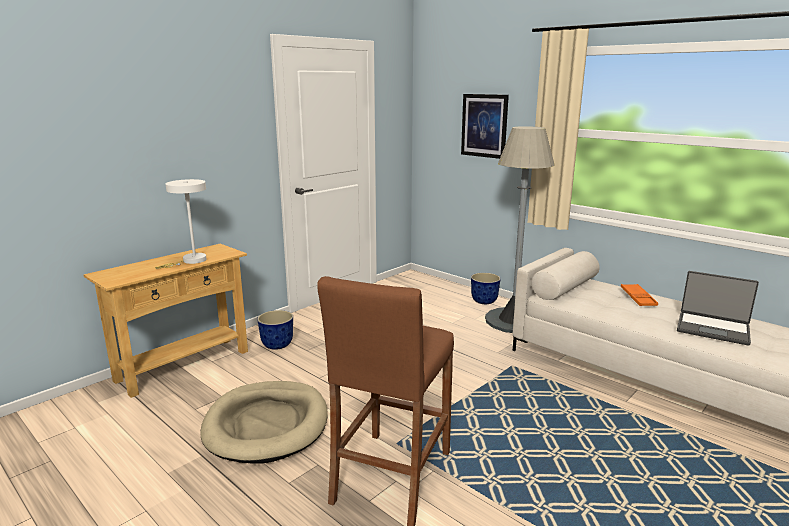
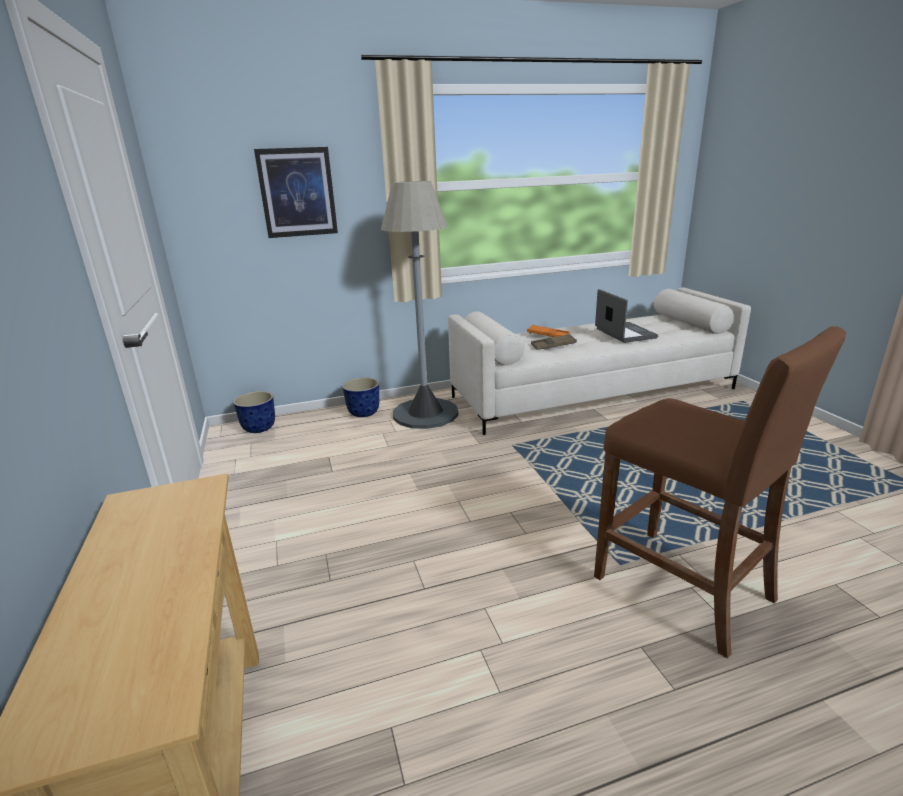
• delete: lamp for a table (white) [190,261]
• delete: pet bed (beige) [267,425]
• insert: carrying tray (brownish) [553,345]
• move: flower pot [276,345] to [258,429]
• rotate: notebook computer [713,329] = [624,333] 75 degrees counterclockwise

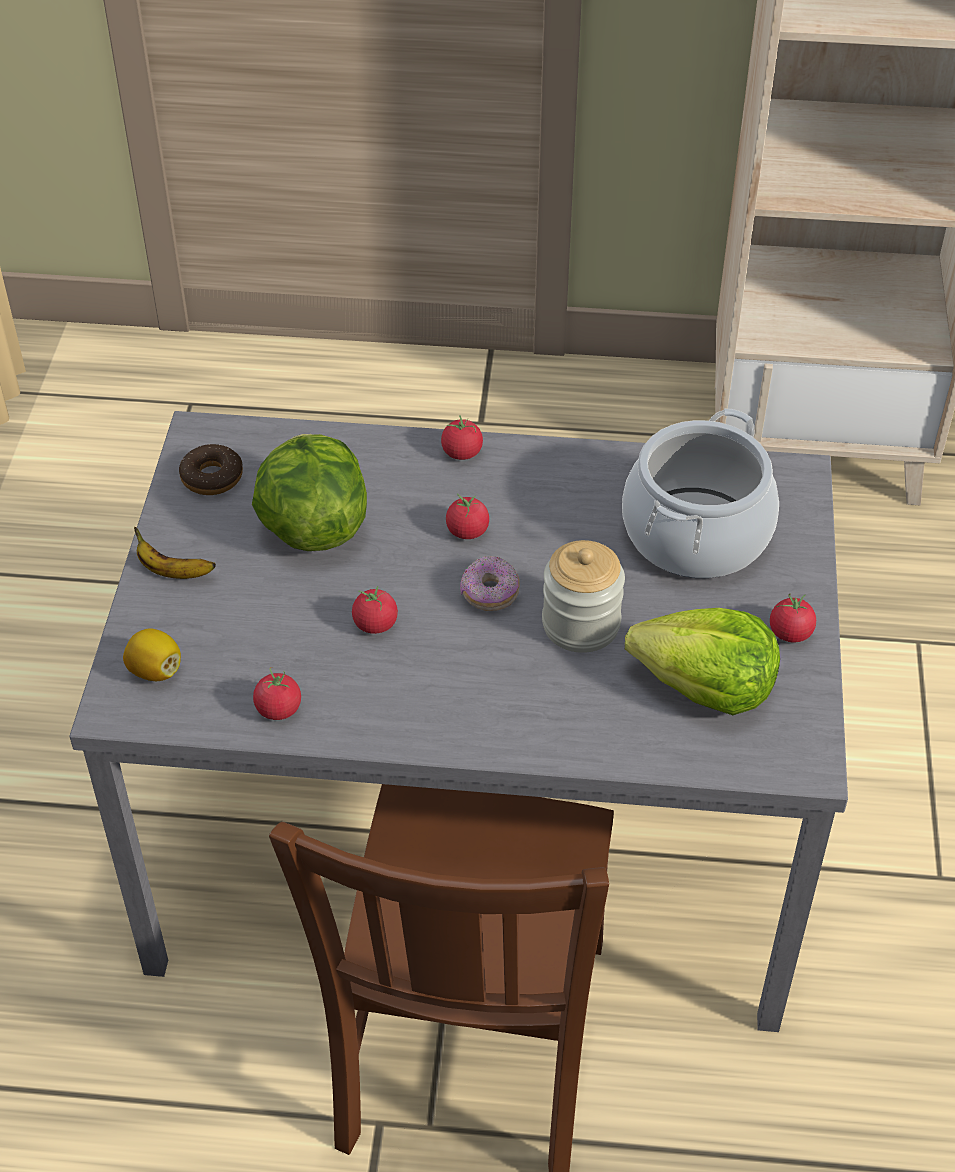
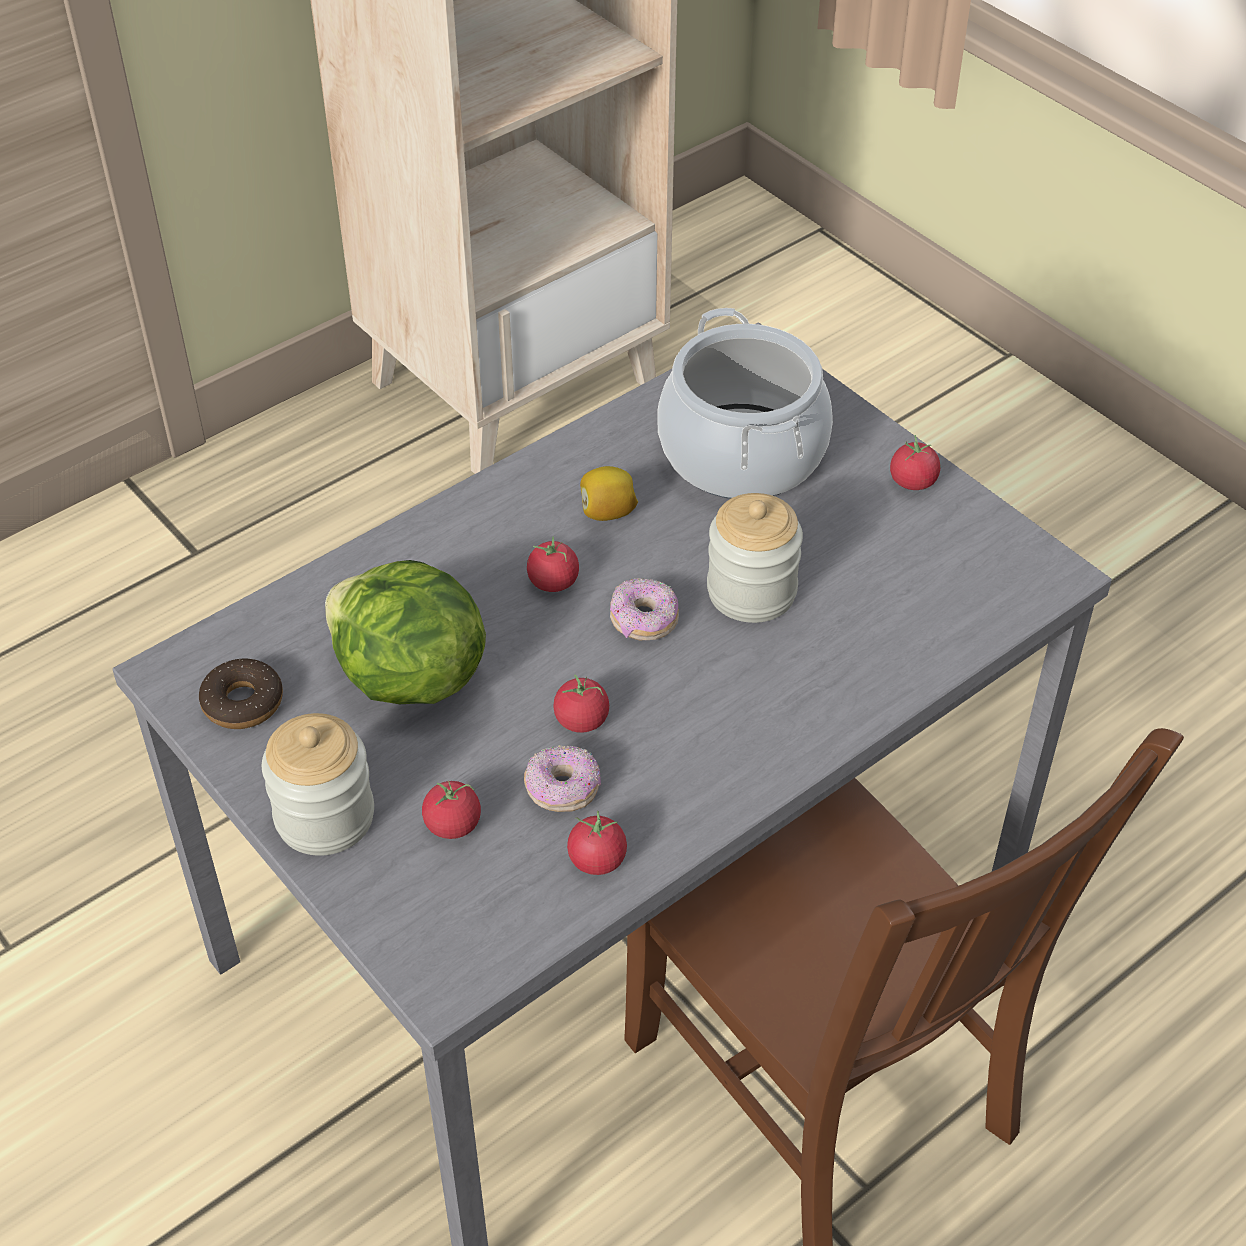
• delete: lettuce head [705,687]
• insert: ring doughnut [562,790]
• move: whole lemon [155,670] to [607,512]
• move: whole tomato [462,452] to [452,824]
• replace: whole banana [173,571] to jar [325,817]

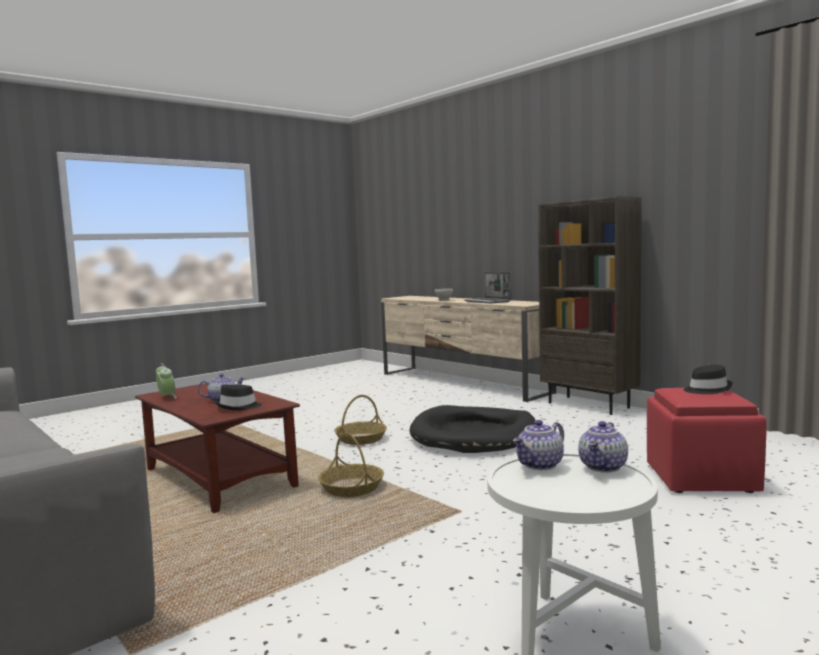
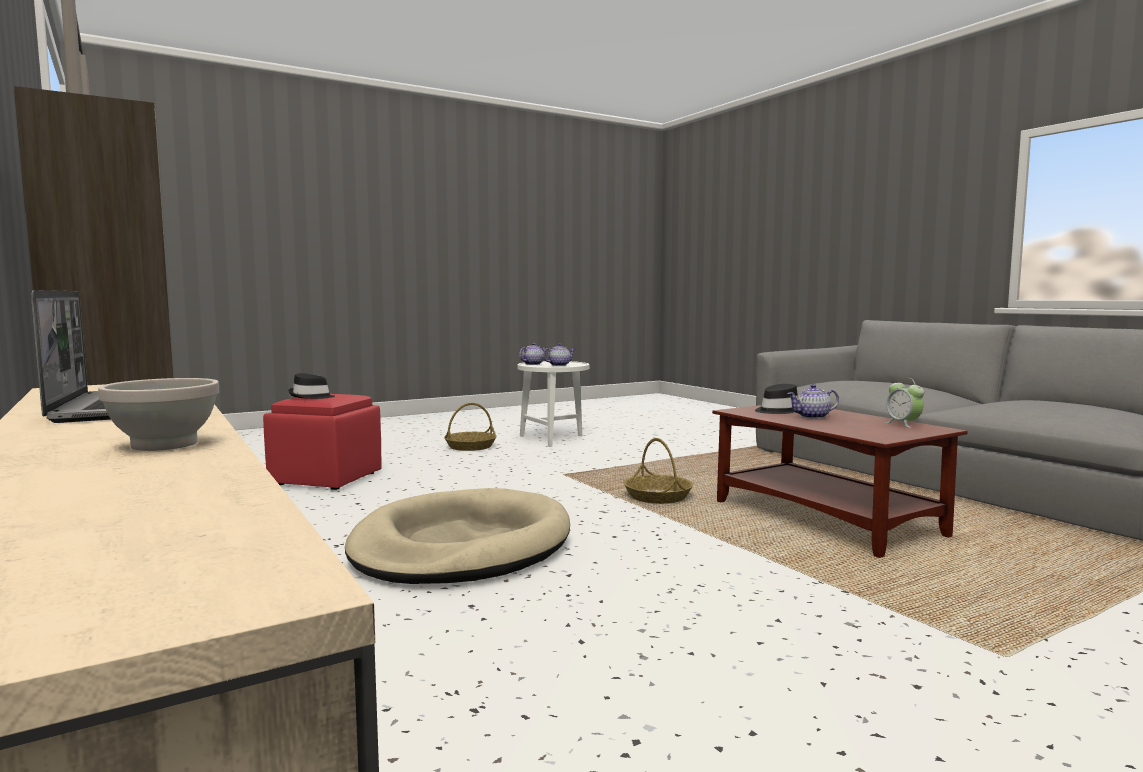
• move: basket [361,439] to [470,447]
• recolor: pet bed (black-coloured) [474,435] to pet bed (beige) [461,546]

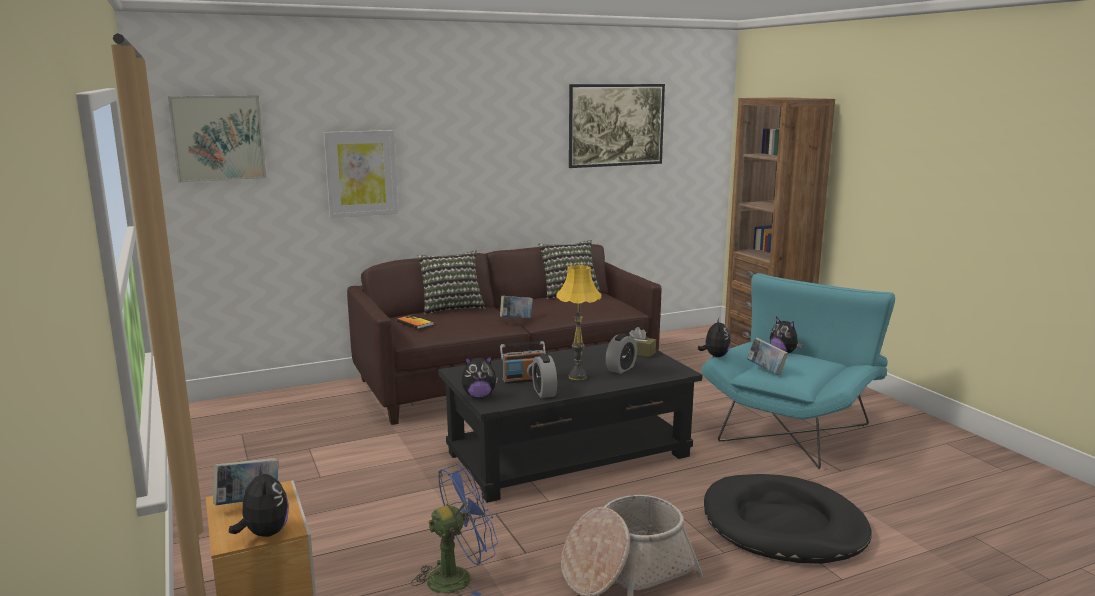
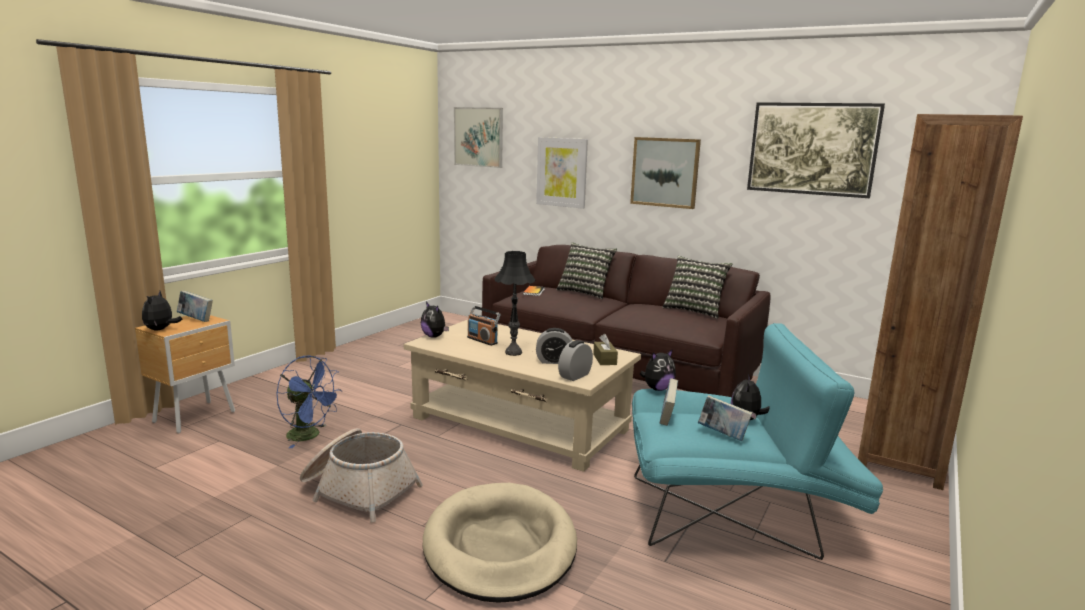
• insert: picture [665,172]
• move: volume [516,319] to [723,435]
• move: bedside clock [544,392] to [575,376]
• recolor: low table (black-coloured) [569,454] to low table (beige) [520,424]
• recolor: lamp for a table (yellow-coloured) [577,376] to lamp for a table (black-coloured) [513,352]
• recolor: pet bed (black-coloured) [783,525] to pet bed (beige) [500,546]
• rotate: cuddly toy [264,533] = [161,330] 150 degrees clockwise

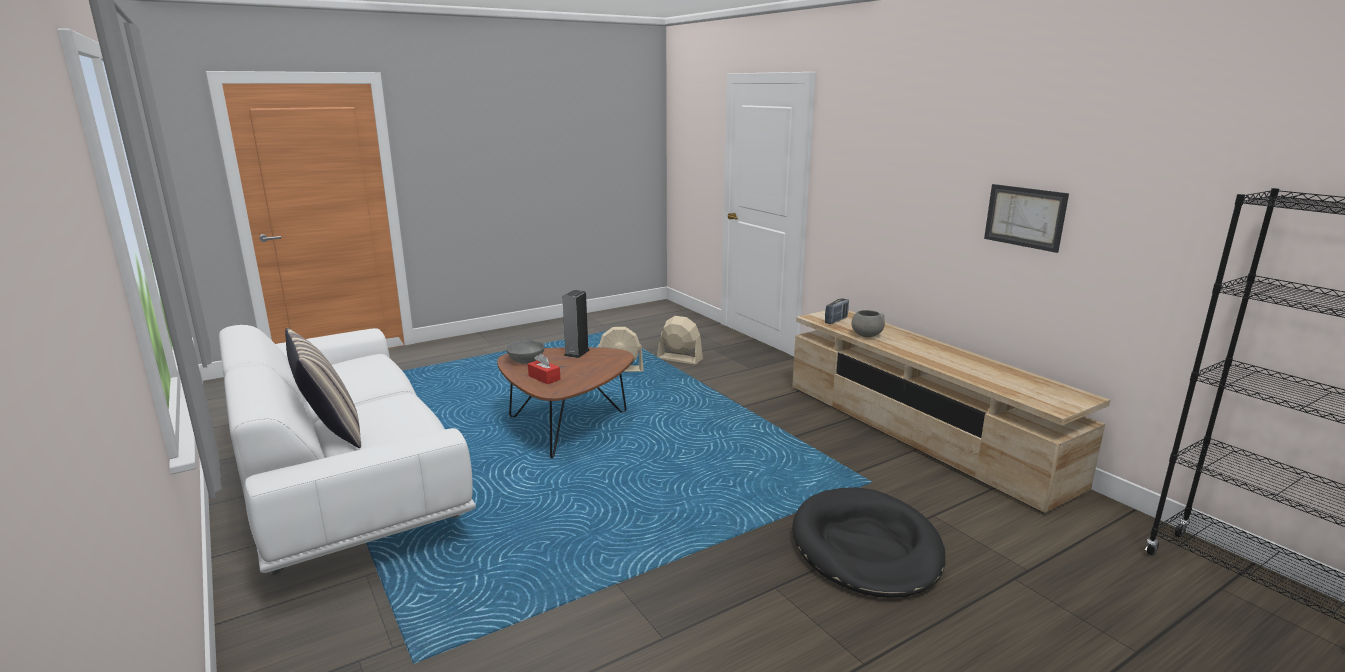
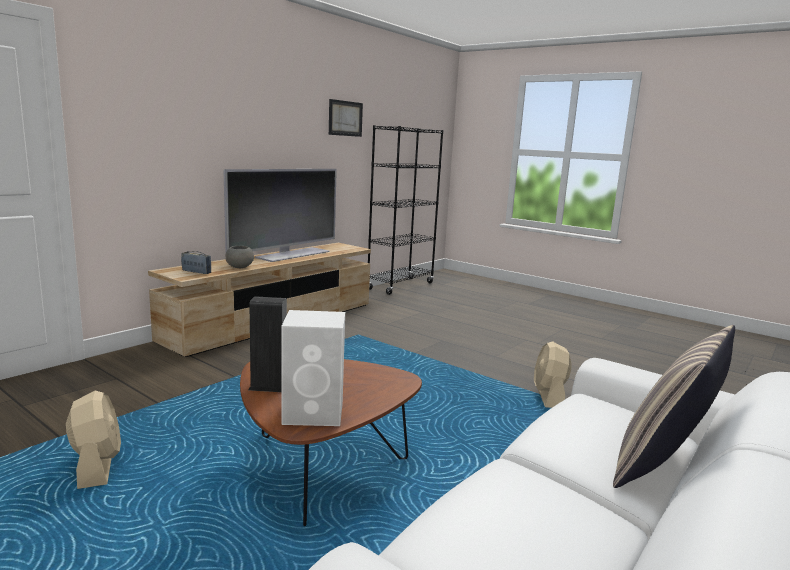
• delete: box of tissues (red) [544,378]
• delete: pet bed (black-coloured) [866,547]
• insert: television [292,254]
• move: fan (beige) [679,359] to [549,396]
• move: picture [1025,217] to [345,118]
• replace: deep dish (grey) [526,361] to loudspeaker (white) [315,413]

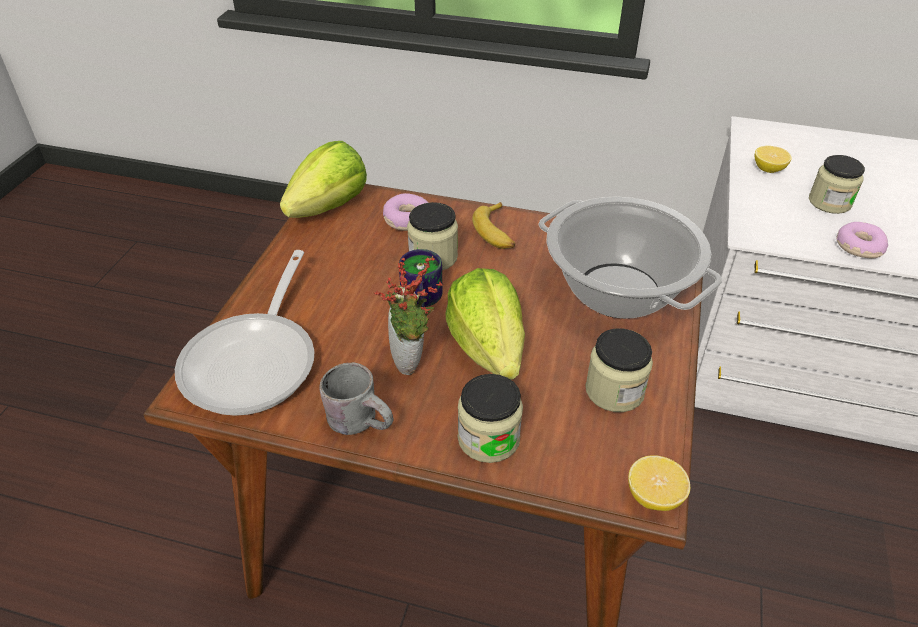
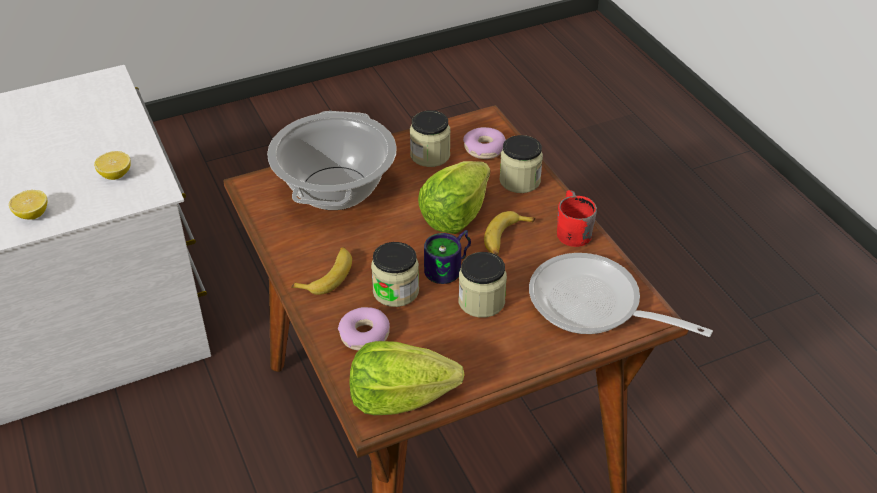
• move: whole lemon [654,496] to [115,175]
• move: jar [829,202] to [481,301]
• move: ring doughnut [858,246] to [484,149]
• replace: potted plant [412,362] to whole banana [505,239]
• recolor: coffee mug (grey) [363,419] to coffee mug (red) [569,231]
• rotate: pan [255,361] = [593,306] 120 degrees counterclockwise

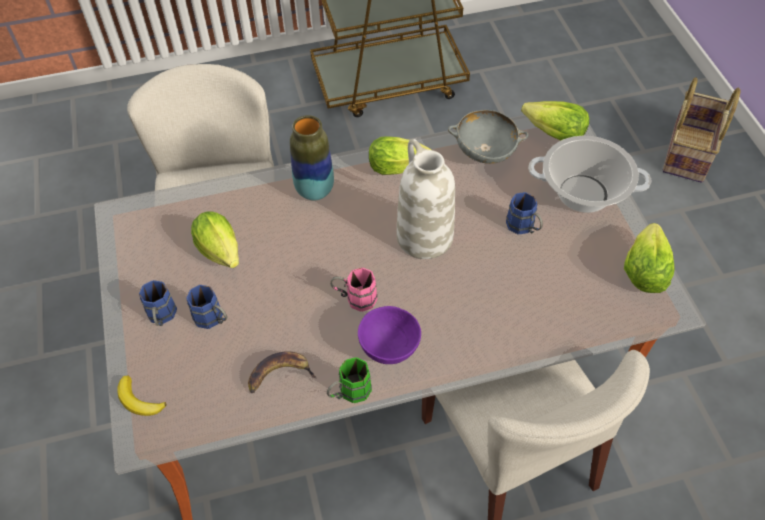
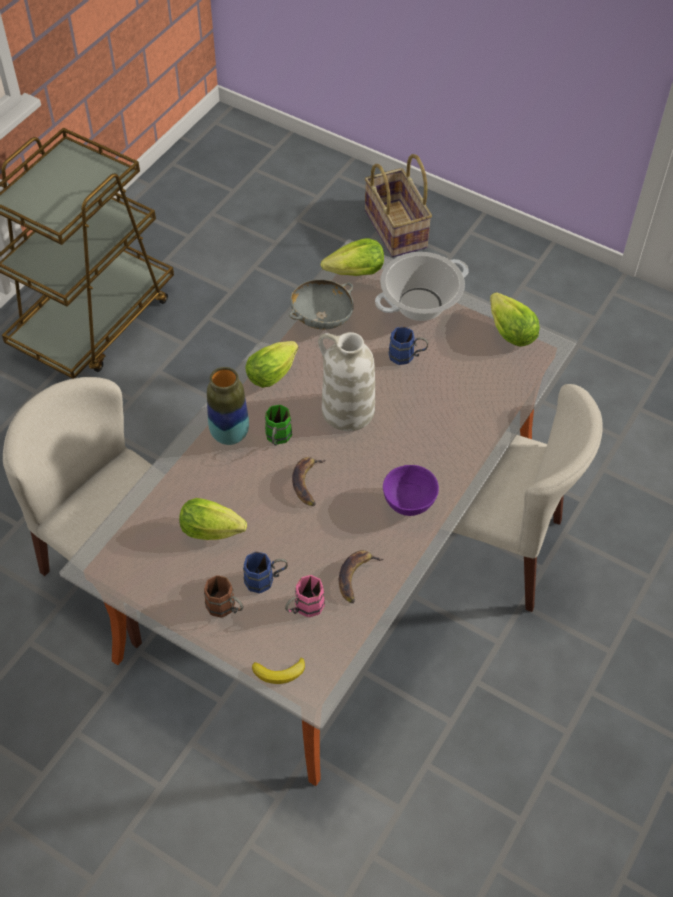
• insert: whole banana [307,482]
• move: coffee mug (greenish) [349,393] to [277,439]
• move: coffee mug (pink-coloured) [354,298] to [304,608]
• recolor: coffee mug (blue-coloured) [162,317] to coffee mug (brownish) [226,608]

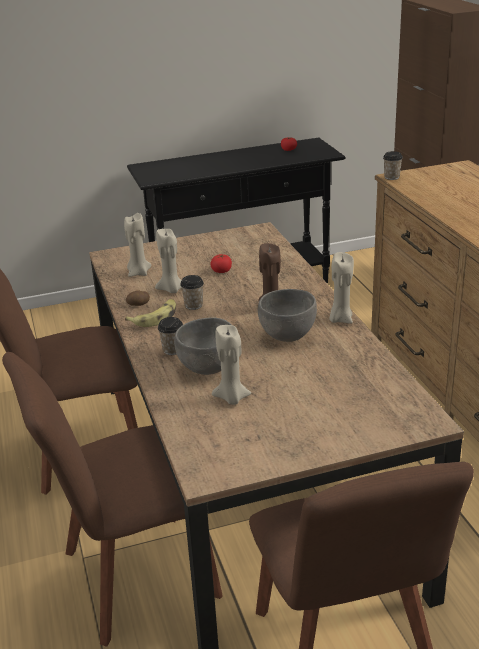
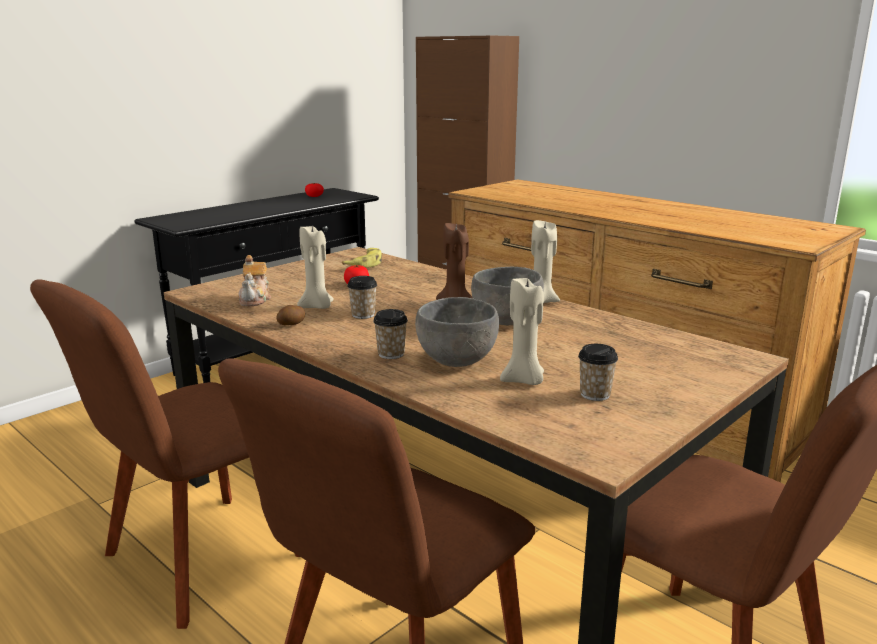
• move: whole banana [155,318] to [365,263]
• move: cup [391,177] to [595,394]
• replace: wax candle (beige) [138,273] to teapot [255,299]

